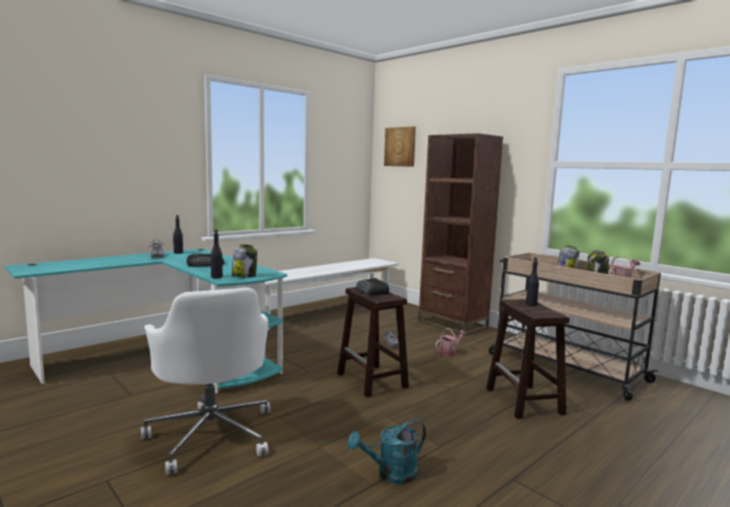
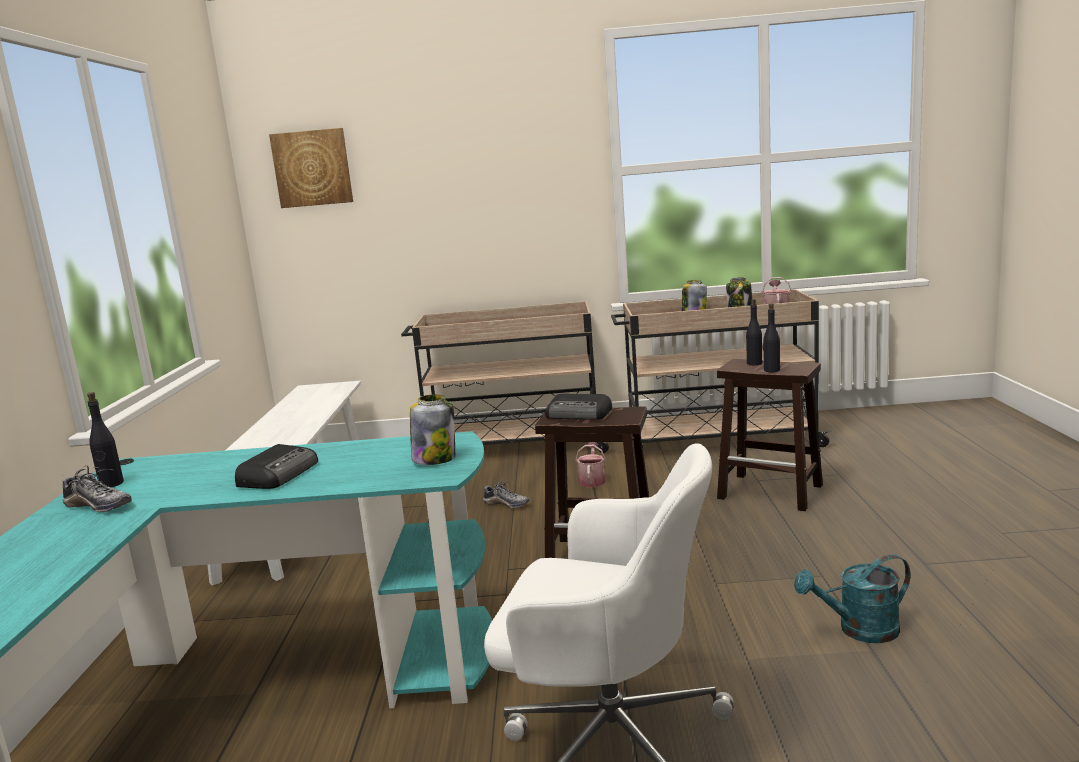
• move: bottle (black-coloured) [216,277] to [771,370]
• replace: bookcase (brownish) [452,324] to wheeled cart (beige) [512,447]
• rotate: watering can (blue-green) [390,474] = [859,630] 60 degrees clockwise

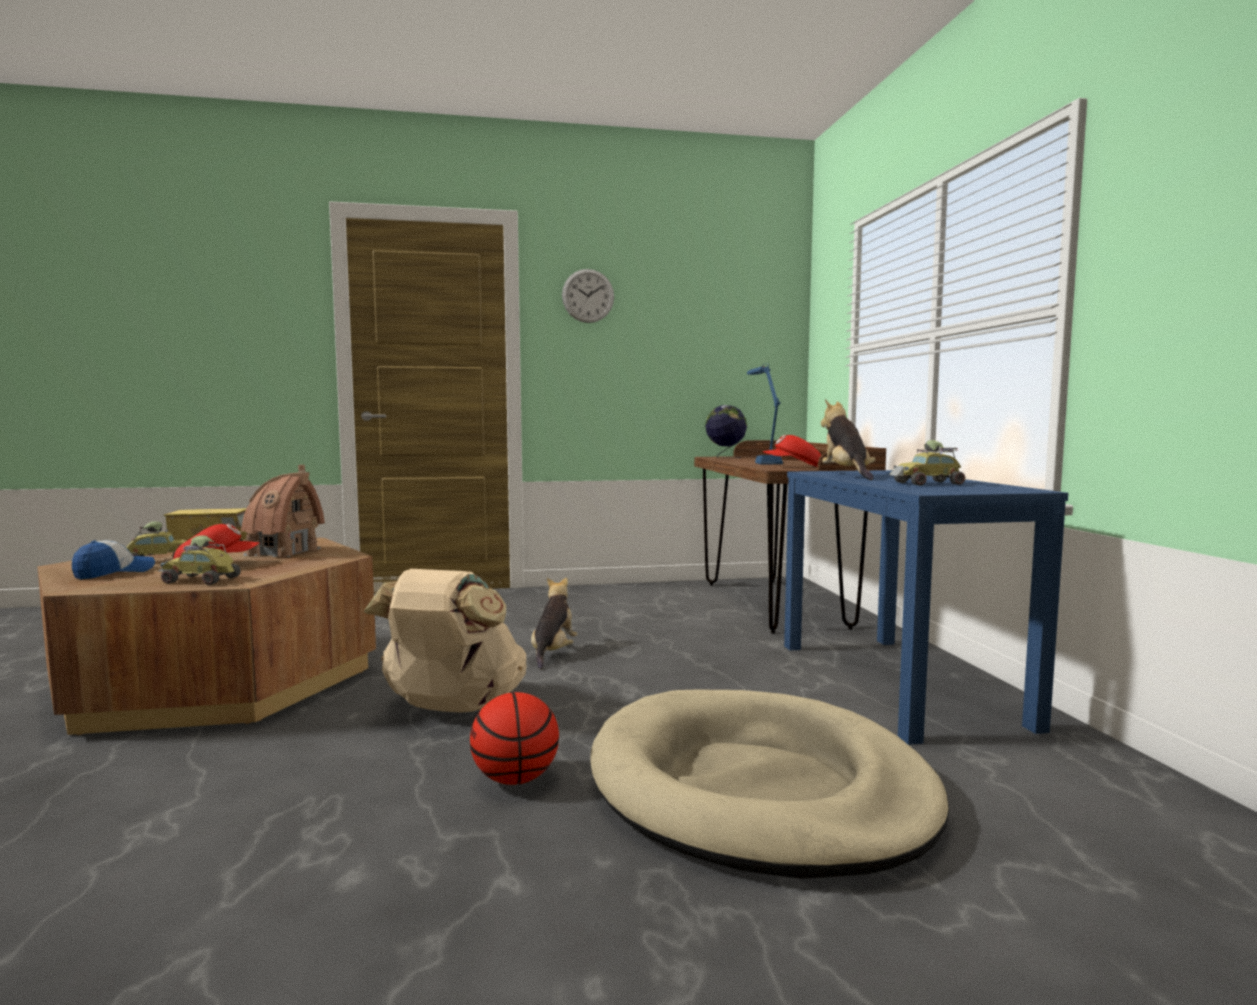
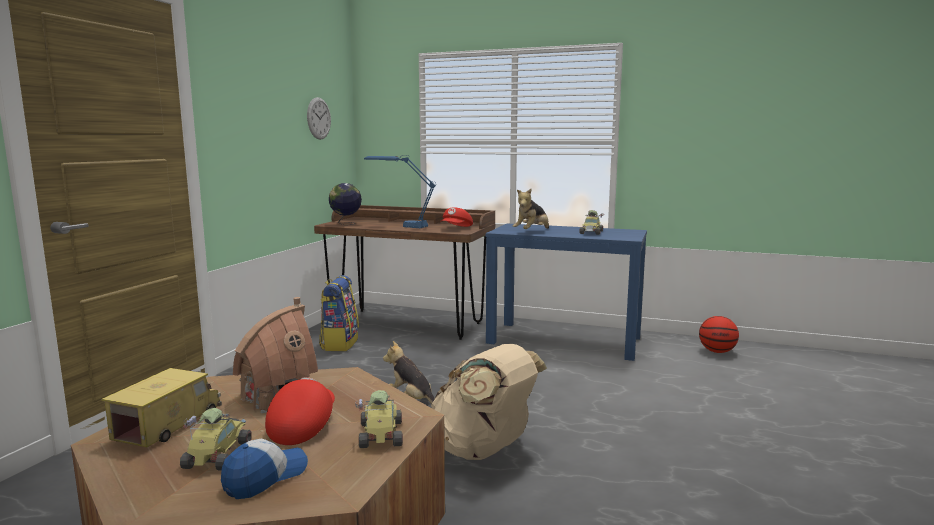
• delete: pet bed (beige) [758,789]
• insert: rucksack [339,344]
• move: basketball [515,779] to [717,351]
• move: wall clock [588,296] to [319,118]
• rotate: baseball cap [114,573] = [265,477] 60 degrees clockwise
• rotate: model car [199,580] = [380,433] 135 degrees clockwise
• rotate: cuddly toy [846,475] = [532,232] 75 degrees counterclockwise

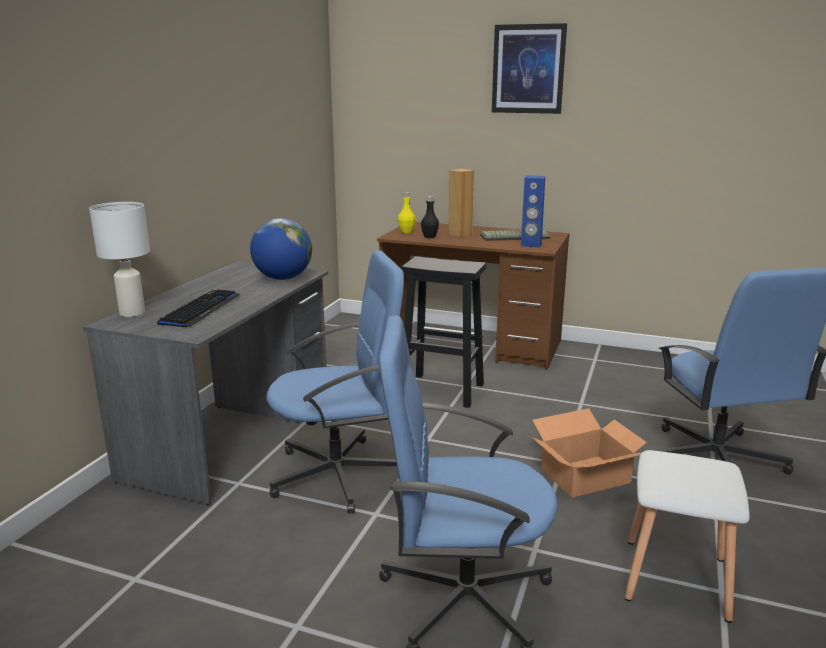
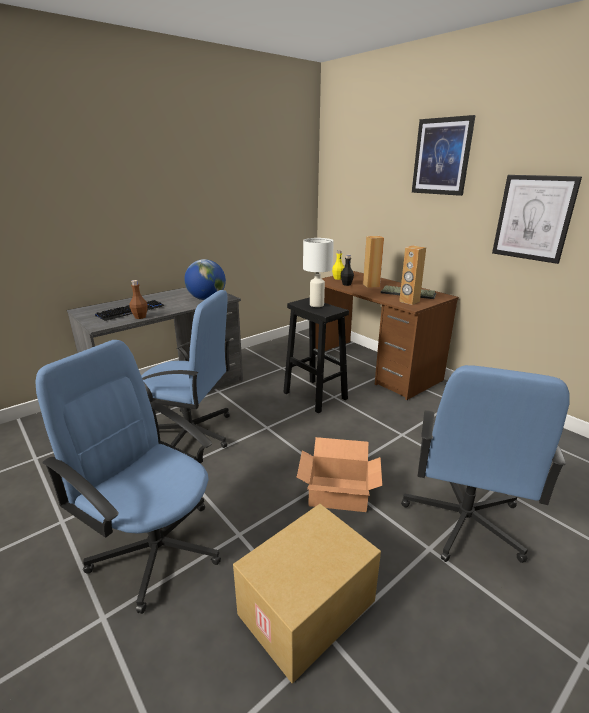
• insert: bottle (brownish) [140,317]
• insert: picture [533,218]
• move: lamp for a table (white) [132,313] to [316,305]
• replace: stool seat (white) [677,580] to cardboard box [307,609]
• recolor: loudspeaker (blue-coloured) [531,245] to loudspeaker (brownish) [409,301]

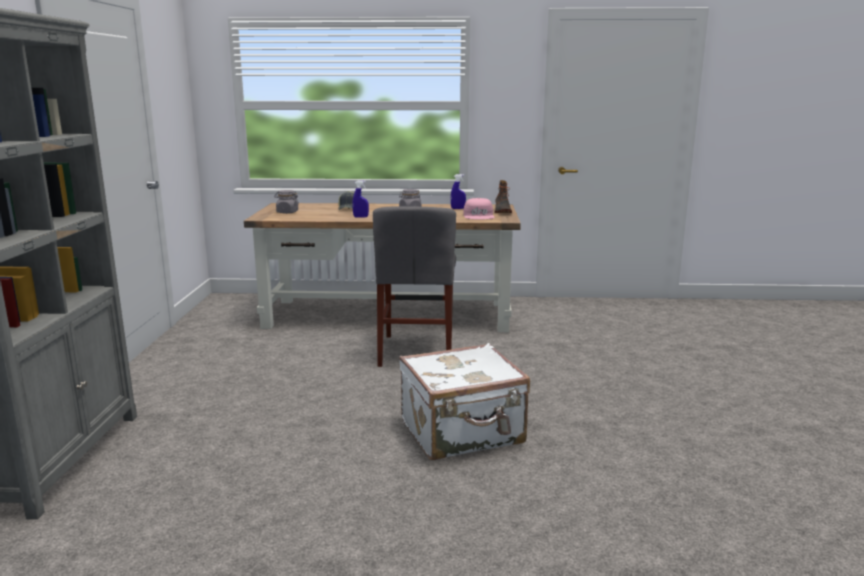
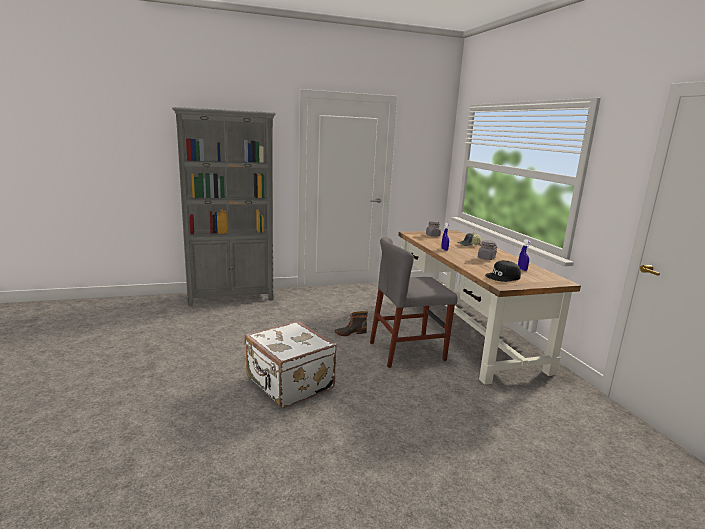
• move: tall boot [502,211] to [350,332]
• recolor: baseball cap (pink-coloured) [479,216] to baseball cap (black-coloured) [503,277]

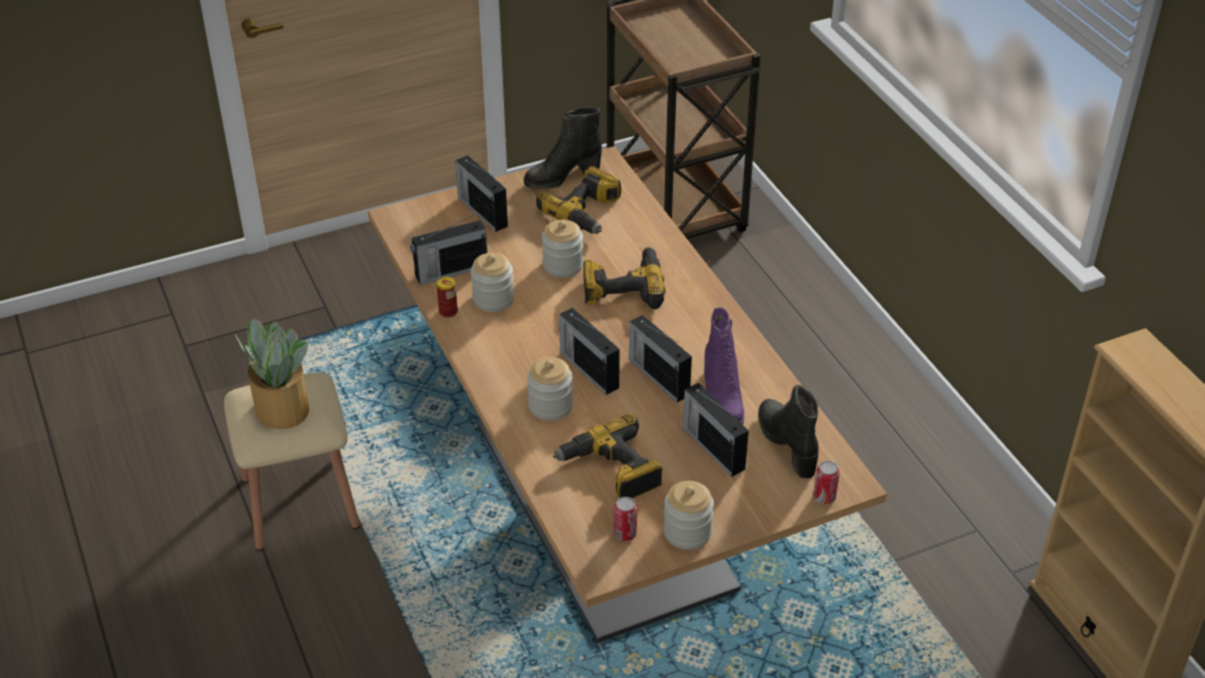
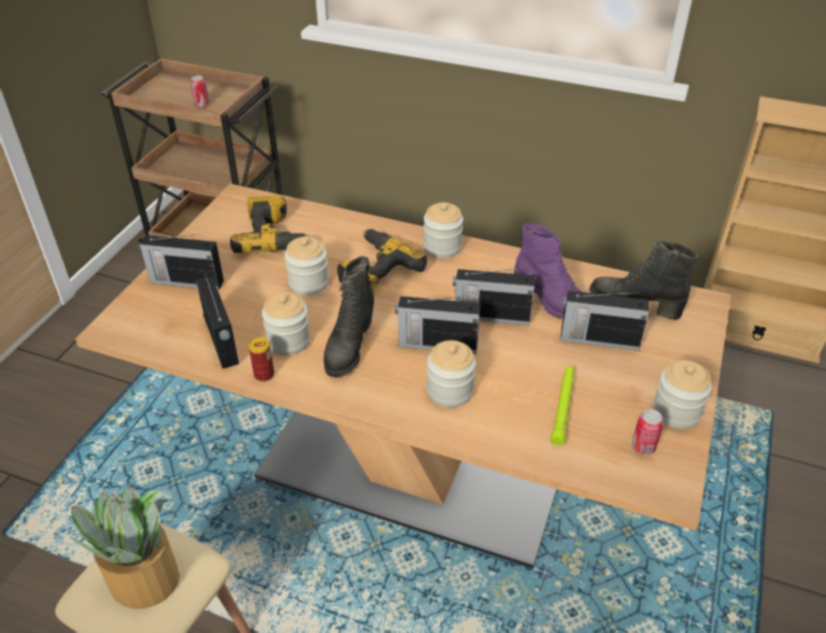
• insert: jar [442,247]
• move: tall boot (black-coloured) [562,177] to [349,347]
• move: metal can [824,497] to [202,104]
• replace: power drill [611,470] to hand torch (greenish) [563,406]
• rotate: radio receiver [450,271] = [221,342] 45 degrees counterclockwise

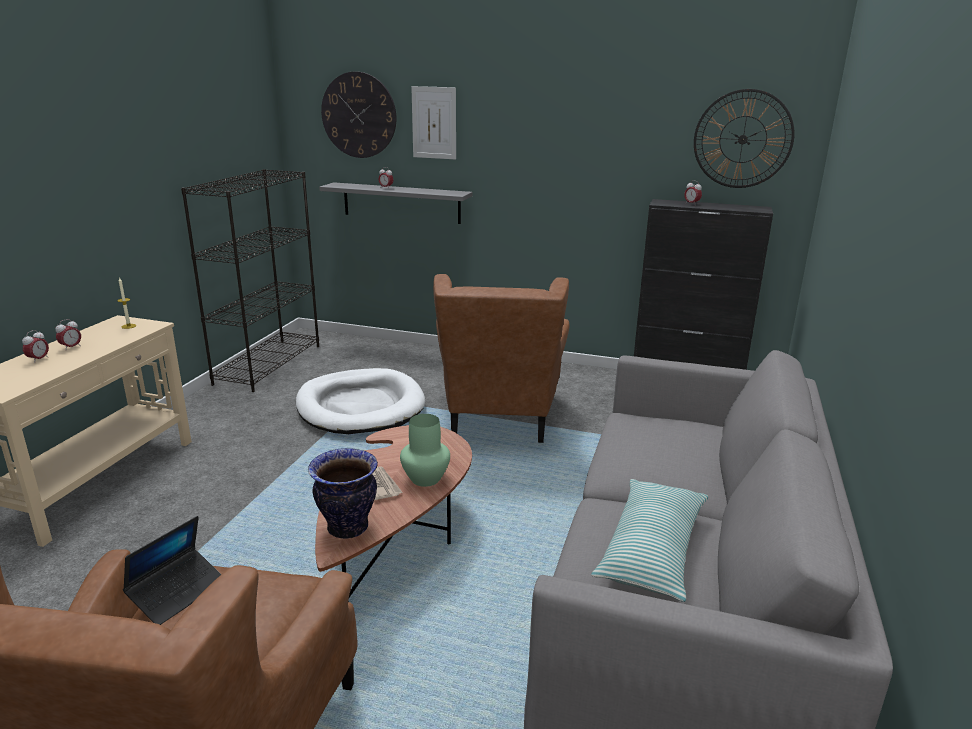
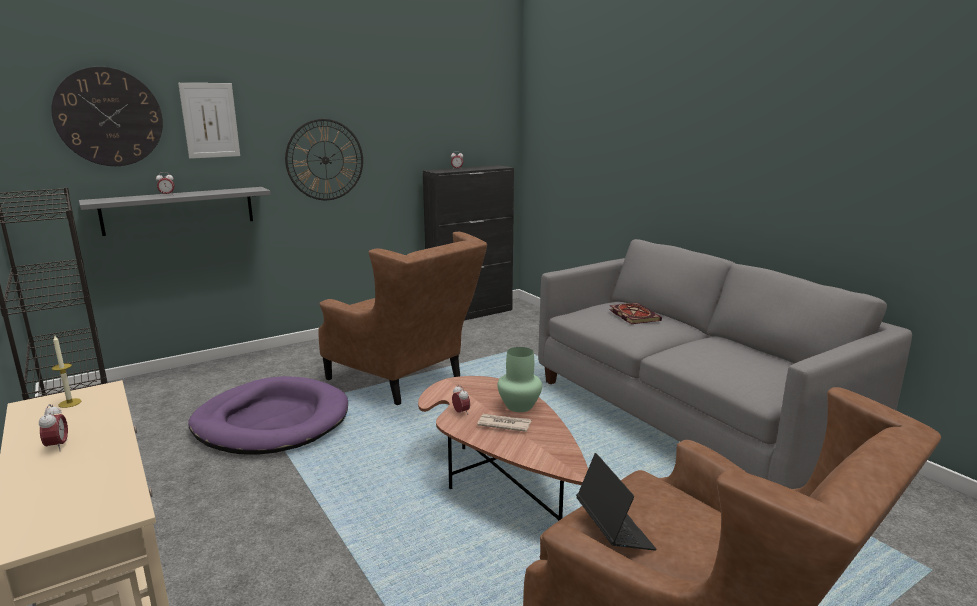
• delete: decorative vase [347,528]
• delete: throw pillow [652,549]
• insert: volume [632,315]
• move: bedside clock [38,360] to [461,413]
• move: wall clock [742,139] to [325,160]
• recolor: pet bed (white) [360,406] to pet bed (purple) [271,422]

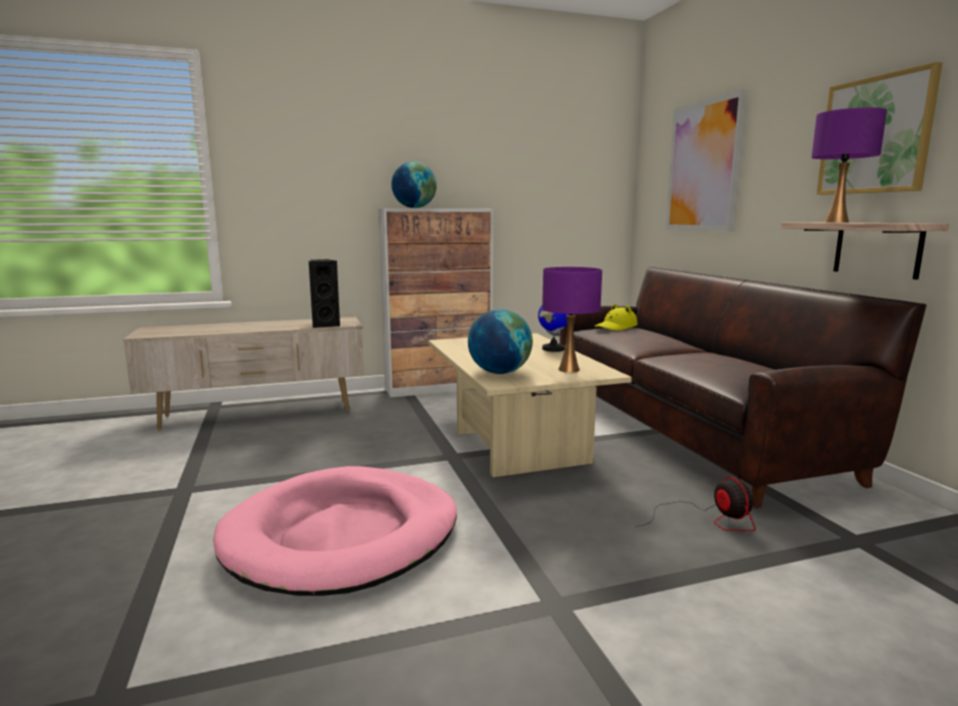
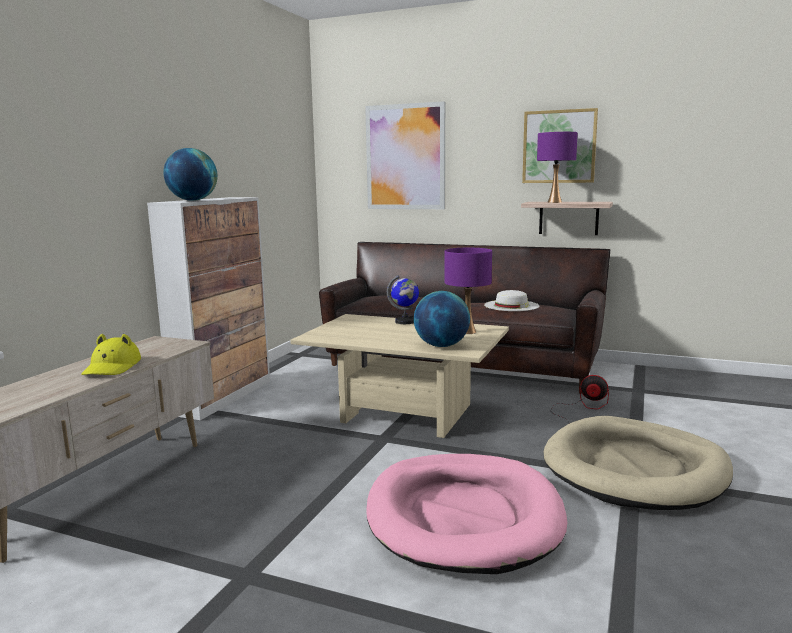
• delete: loudspeaker (black-coloured) [325,325]
• insert: hat (white) [511,305]
• insert: pet bed (beige) [635,469]
• move: hat (yellow-coloured) [616,327] to [112,367]

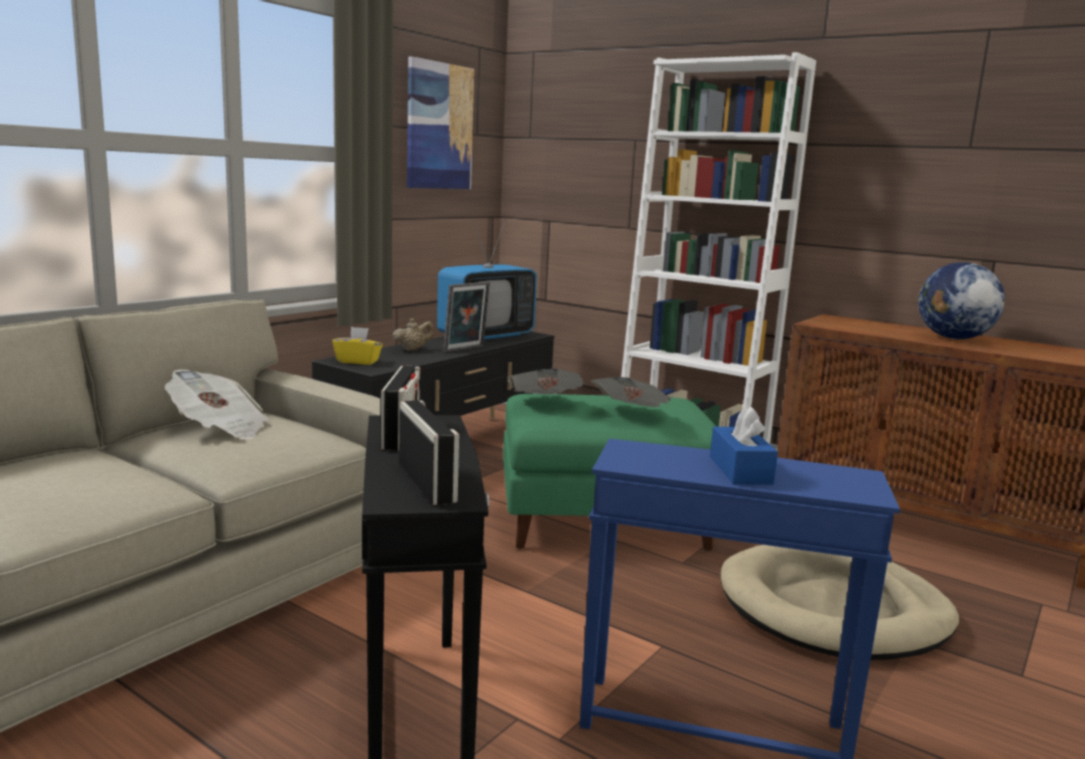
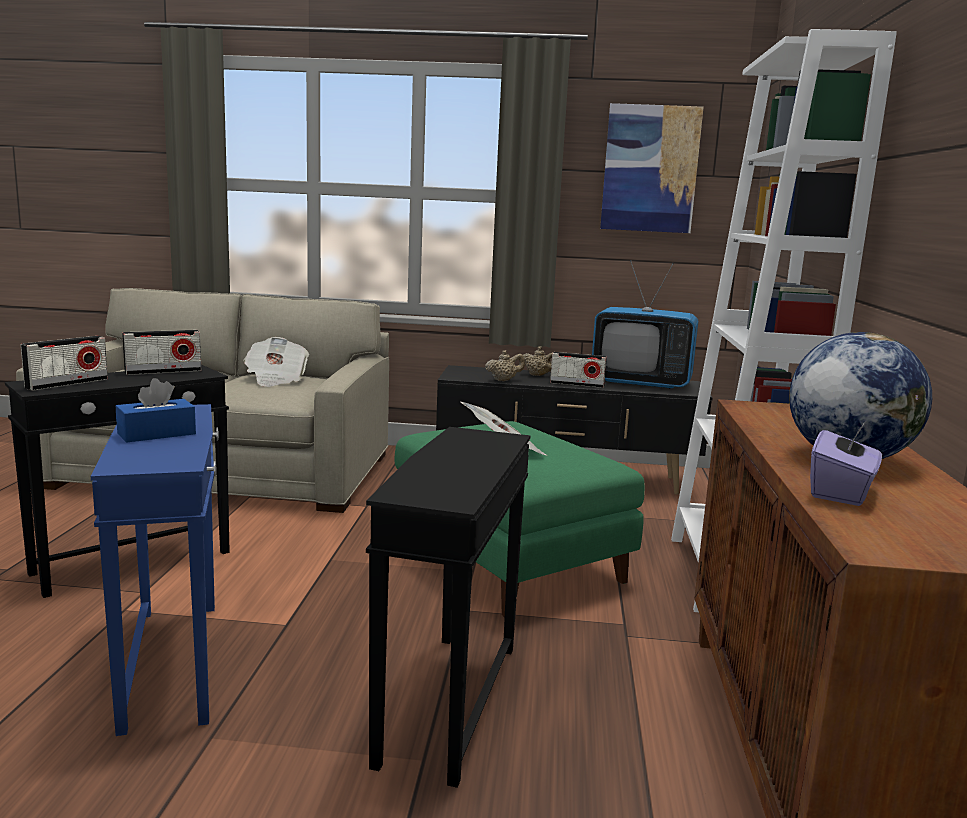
• delete: box of tissues (yellow-coloured) [358,361]
• delete: daily paper [544,404]
• insert: teapot (beige) [504,380]
• insert: box of tissues (purple) [841,492]
• replace: photo frame [465,349] to radio receiver [577,384]
• replace: pet bed (beige) [833,608] to side table (black-coloured) [448,702]

